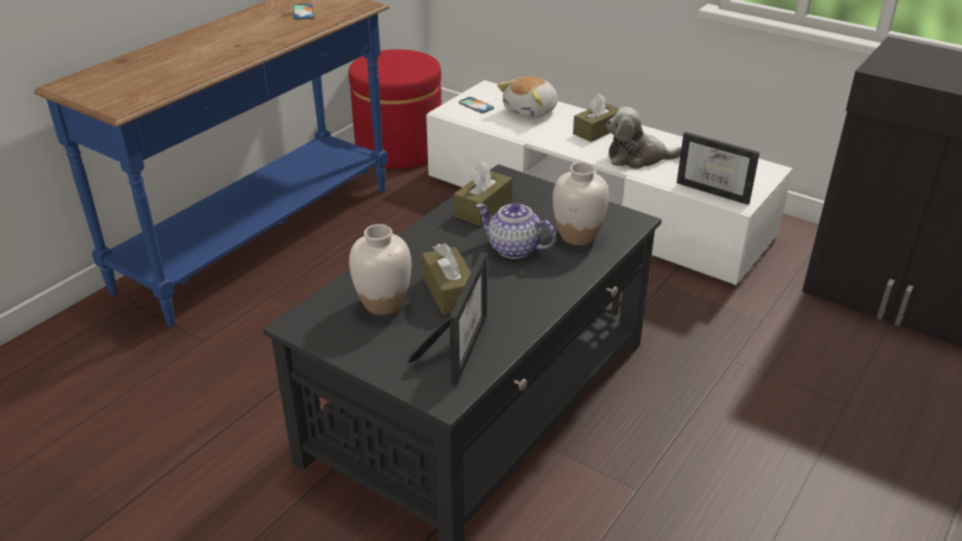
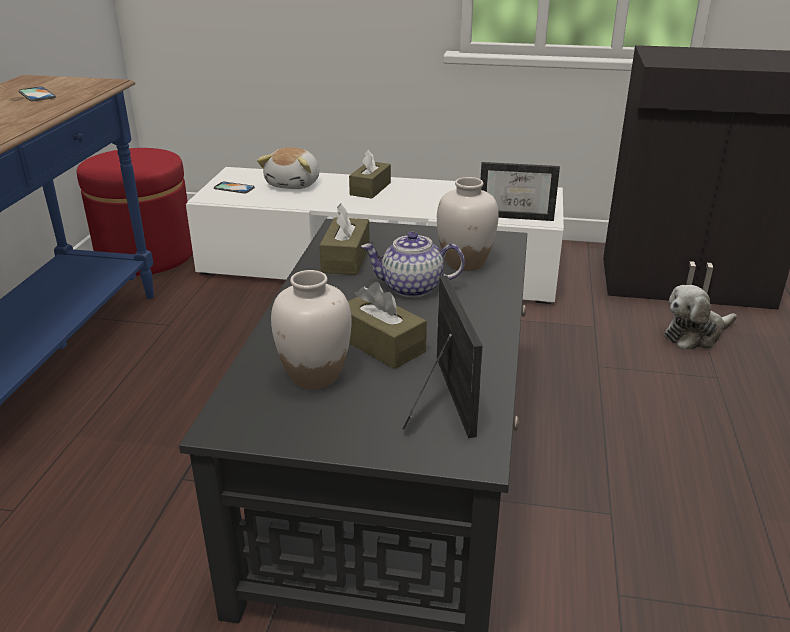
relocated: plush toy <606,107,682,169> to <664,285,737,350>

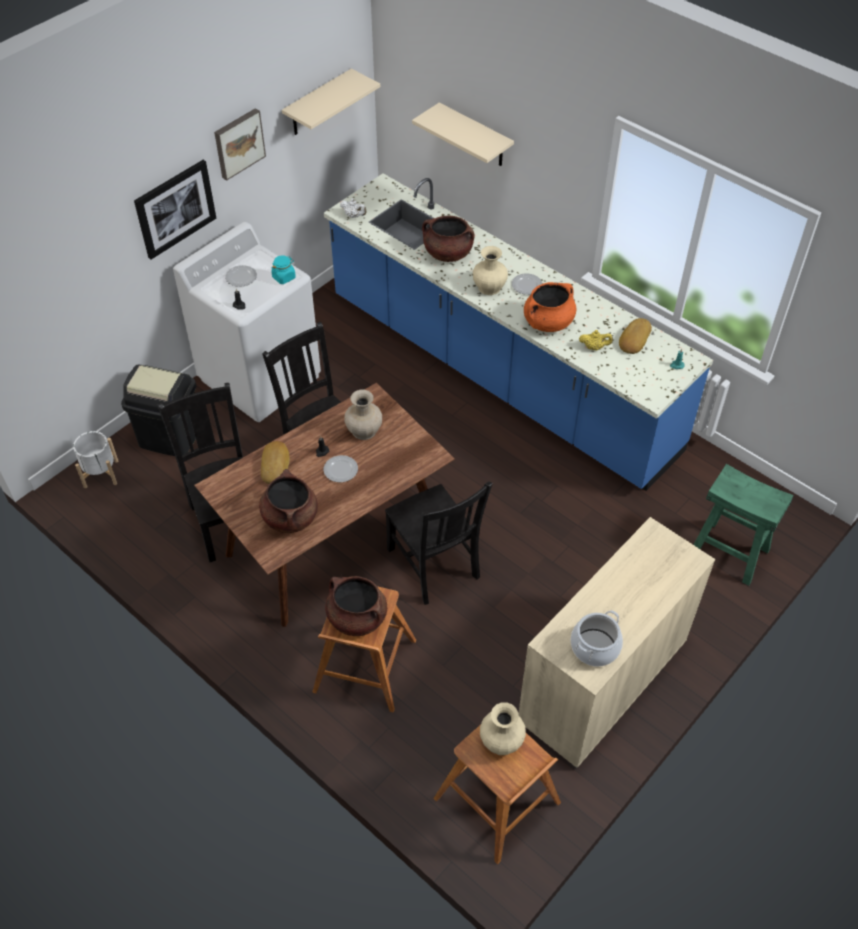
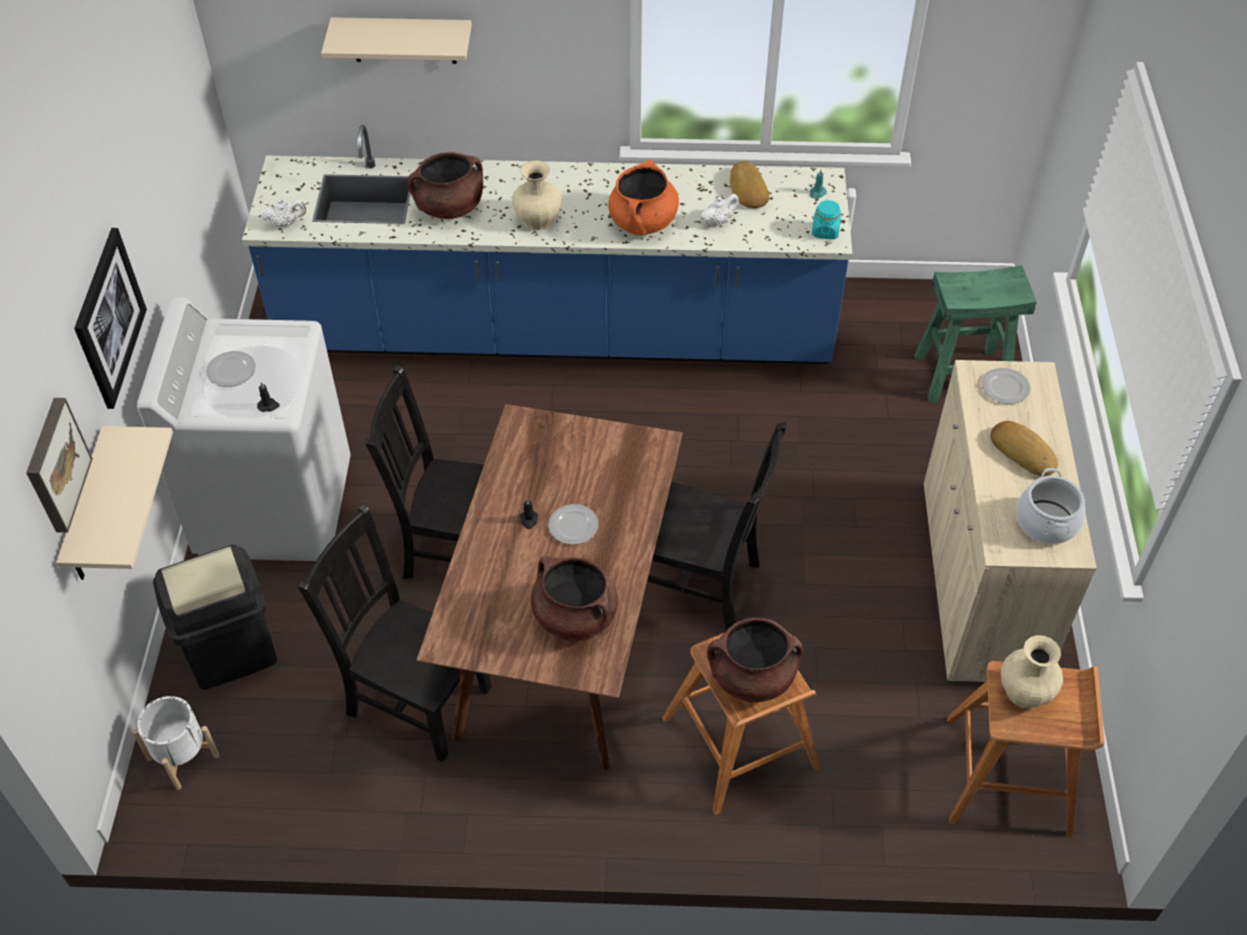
missing: beige vase <344,390,382,440>
relocated: picture <214,108,266,181> to <26,398,93,533>; beige shelf <282,69,380,135> to <56,426,173,580>; turquoise jar <271,255,296,284> to <812,200,841,239>; plate <512,273,543,295> to <982,368,1031,404>; bread <261,441,290,484> to <990,421,1058,476>
colour: yellow teapot <579,330,613,351> to white teapot <701,194,739,226>

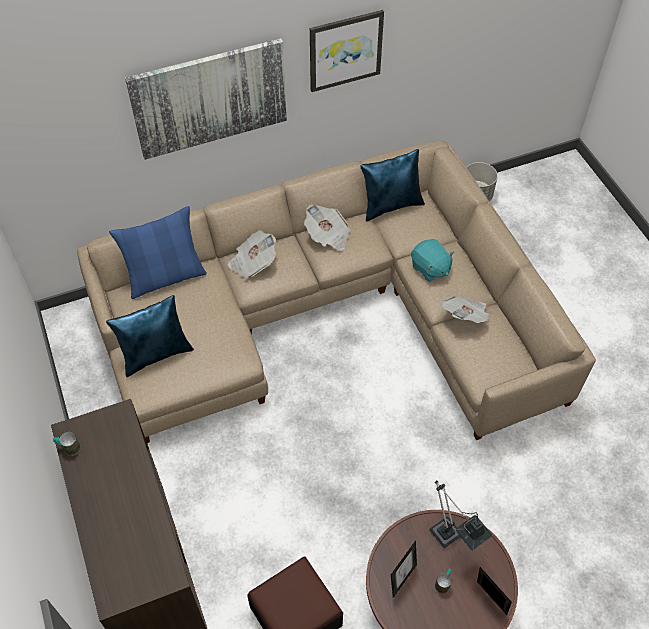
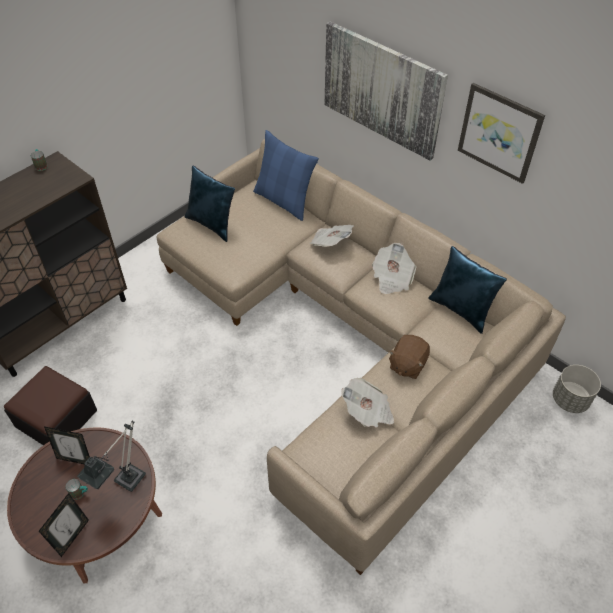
colour: turquoise plush toy <411,239,454,282> to brown plush toy <388,335,430,379>

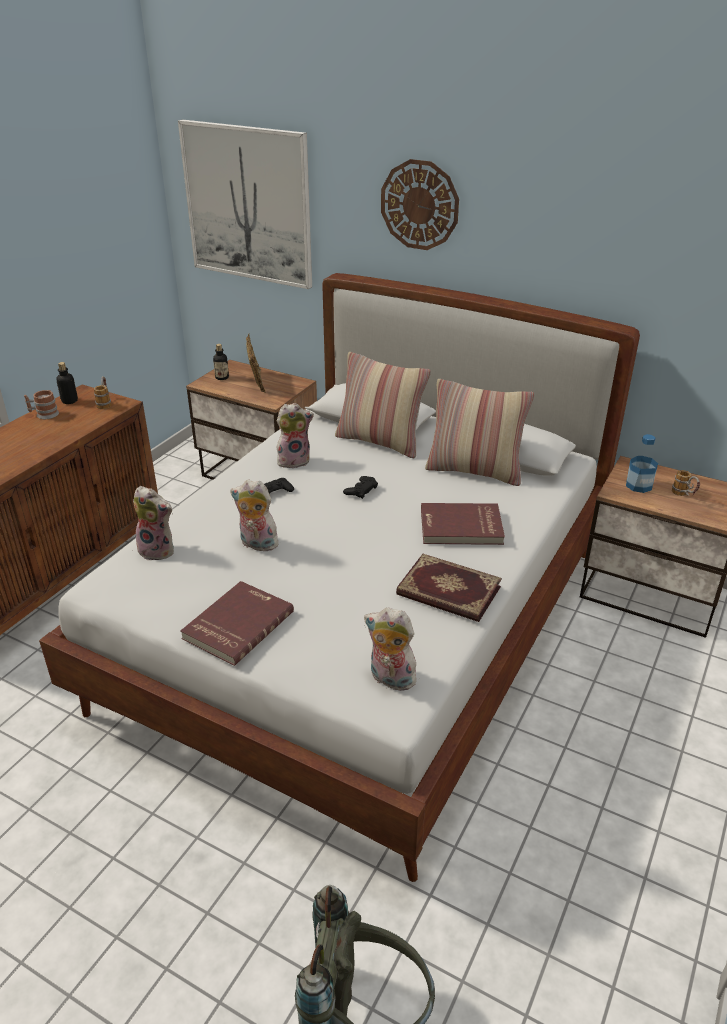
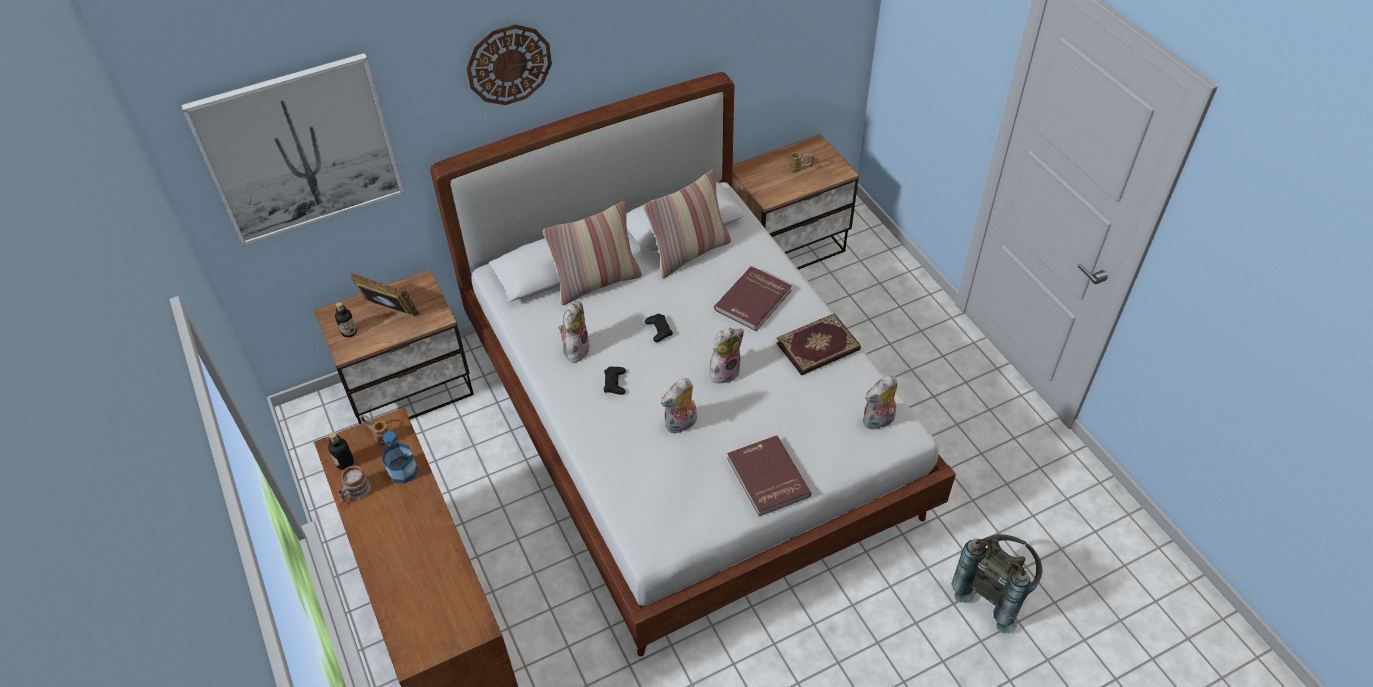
relocated: bottle <626,434,658,493> to <383,431,418,484>; plush toy <133,486,174,561> to <710,327,744,383>

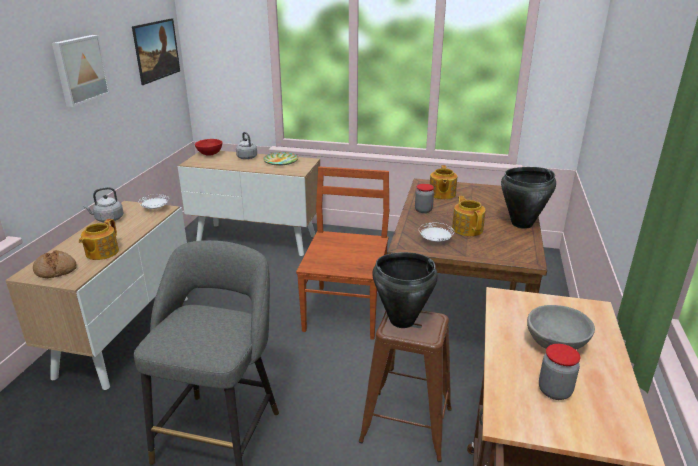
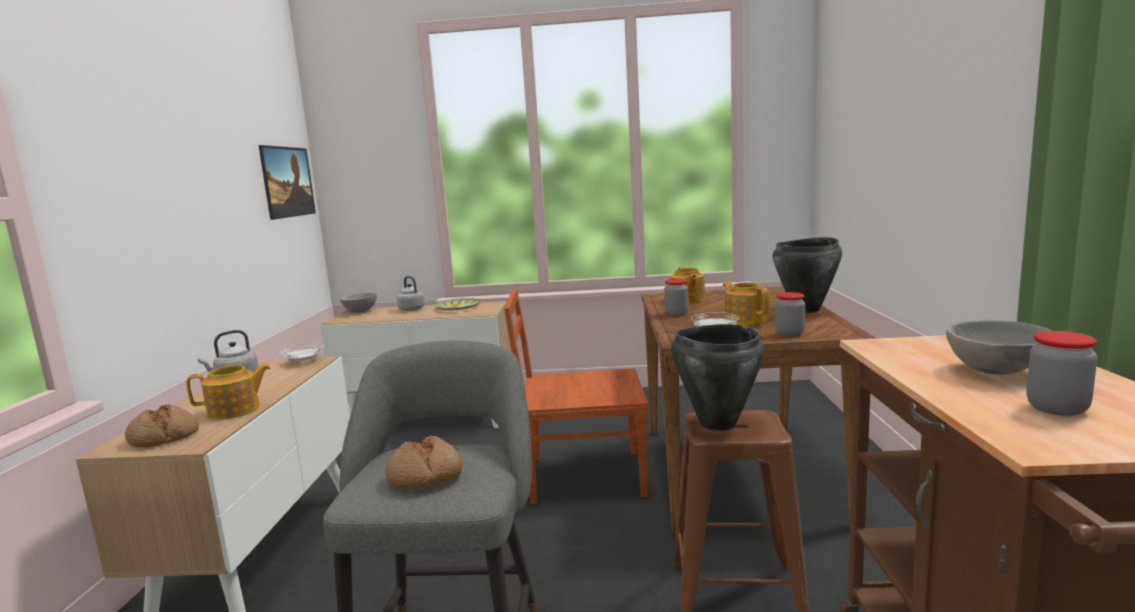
missing: picture <52,35,110,107>
appeared: bread <385,436,463,488>; jar <776,292,805,336>
colour: red bowl <195,139,222,156> to grey bowl <340,293,377,313>
spun: teapot <79,219,119,260> = <186,364,271,420> 120 degrees counterclockwise; brown chair <296,166,389,340> = <504,288,648,504> 90 degrees counterclockwise

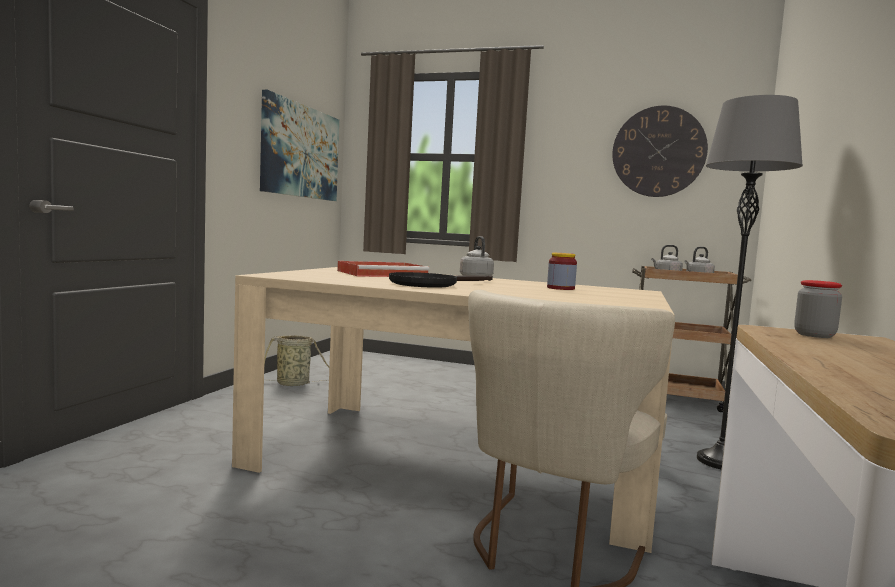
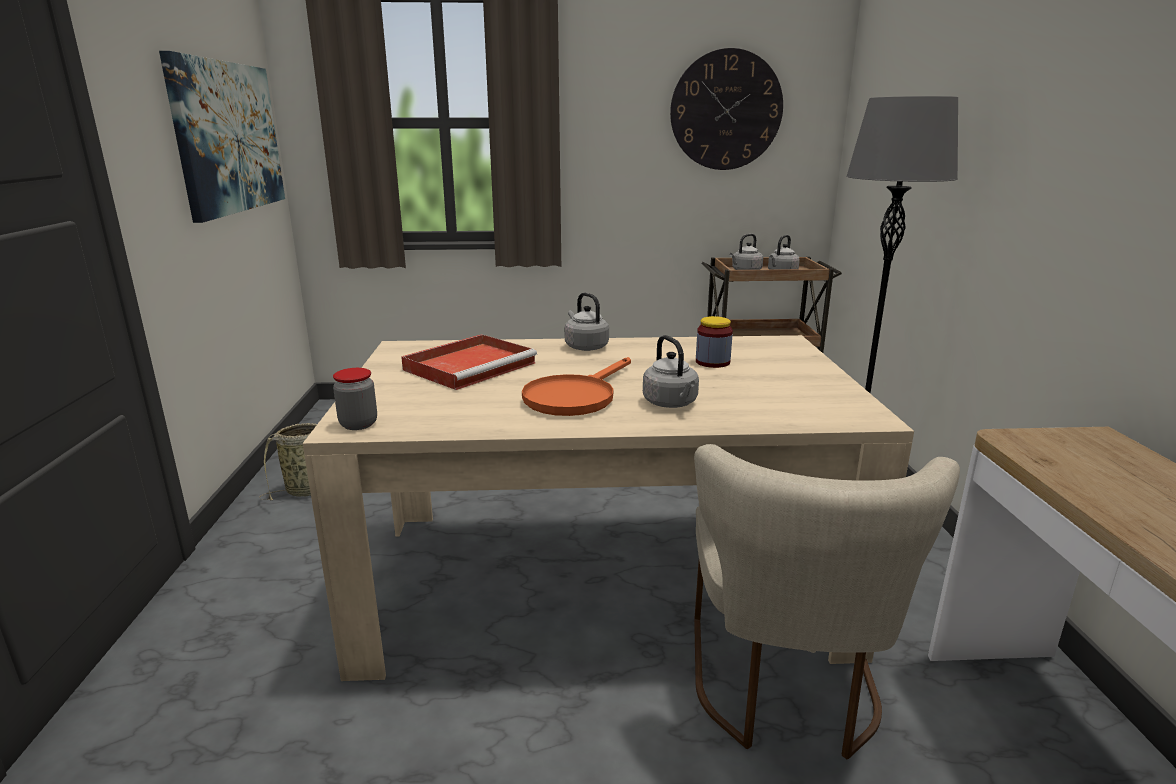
appeared: grey kettle <643,335,699,408>
relocated: jar <794,280,842,338> to <333,368,377,430>
colour: black frying pan <389,272,493,288> to orange frying pan <522,357,631,416>

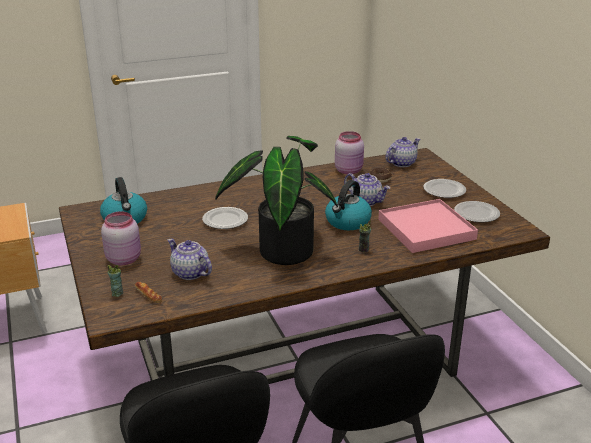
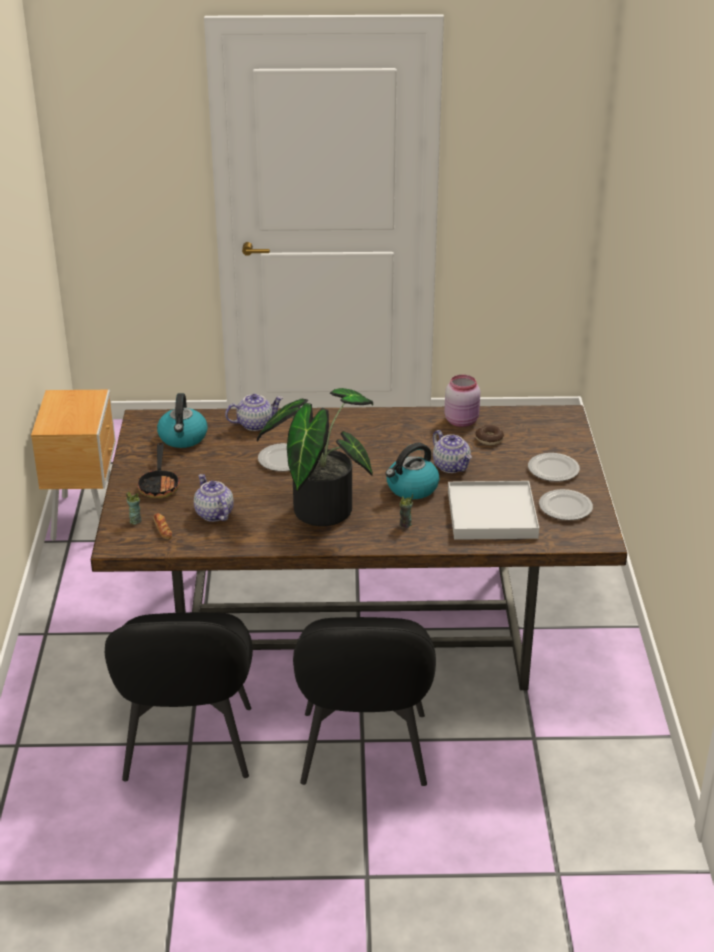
relocated: teapot <385,137,420,167> to <225,394,283,431>
exchanged: pink jar <101,211,141,265> to frying pan <137,443,180,498>
colour: pink tray <378,199,478,253> to white tray <448,481,539,540>

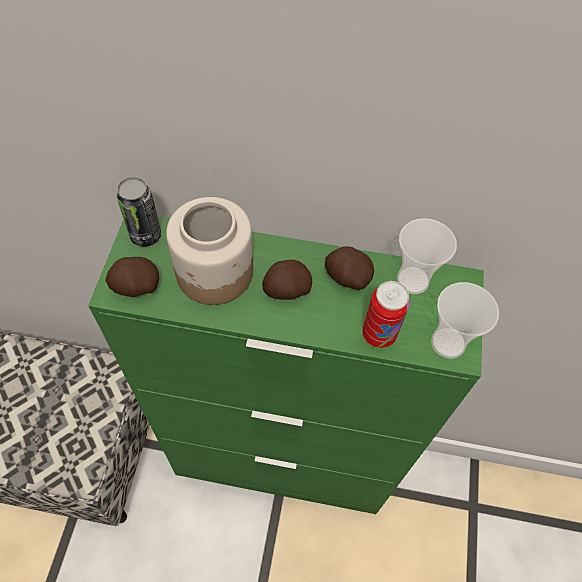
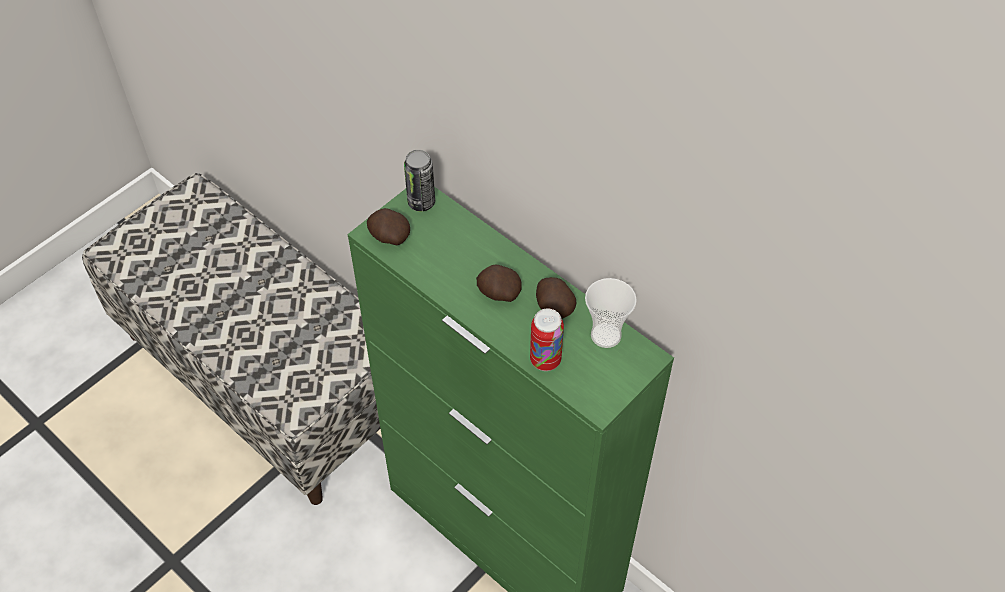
missing: jar <166,197,253,305>; cup <431,282,499,359>

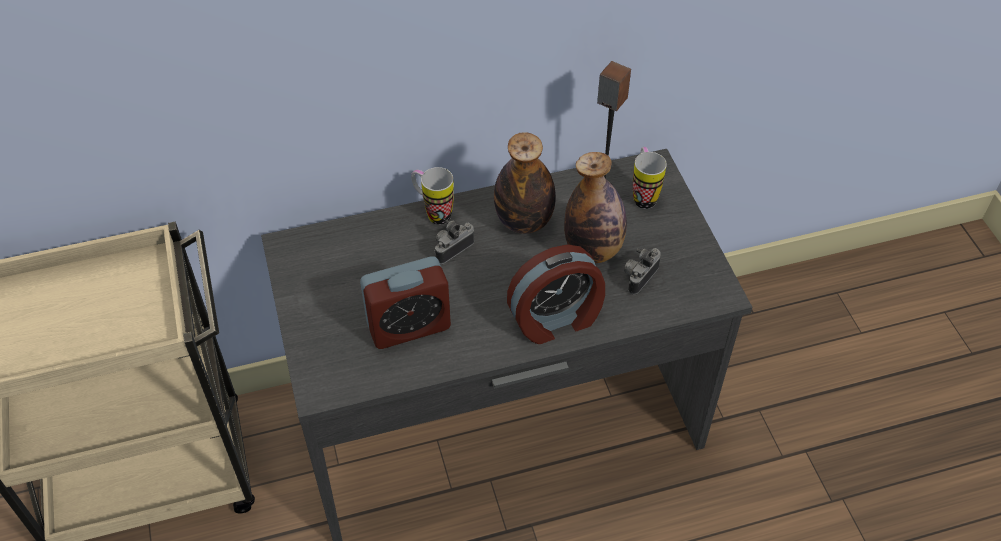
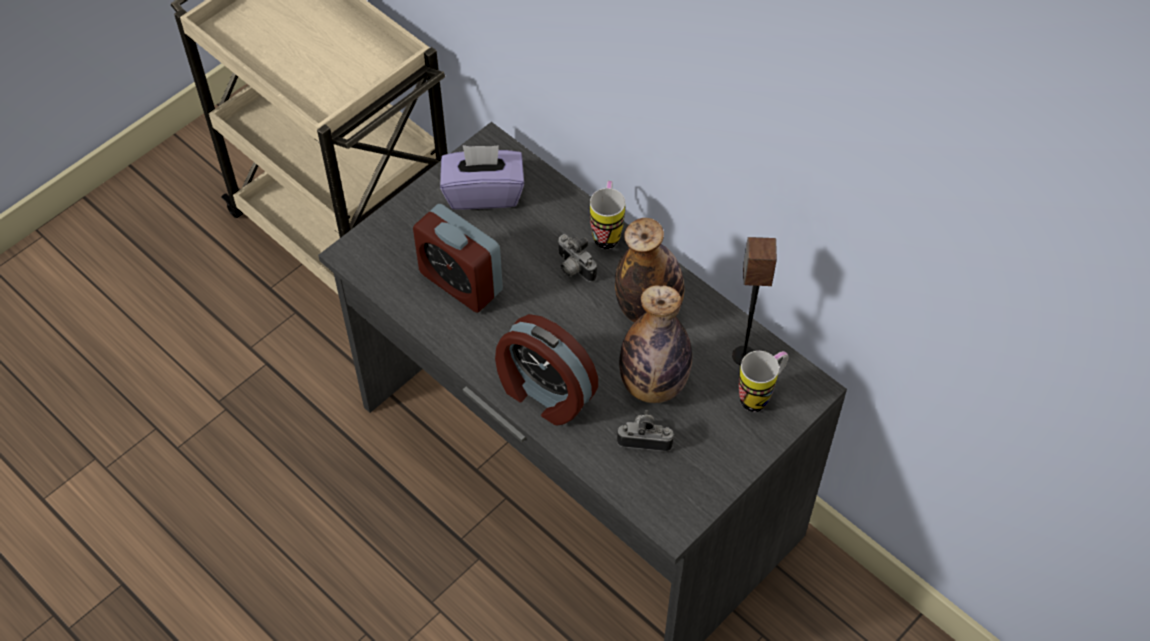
appeared: purple tissue box <440,145,524,210>
spun: photo camera <434,220,474,264> = <557,234,597,282> 150 degrees counterclockwise

